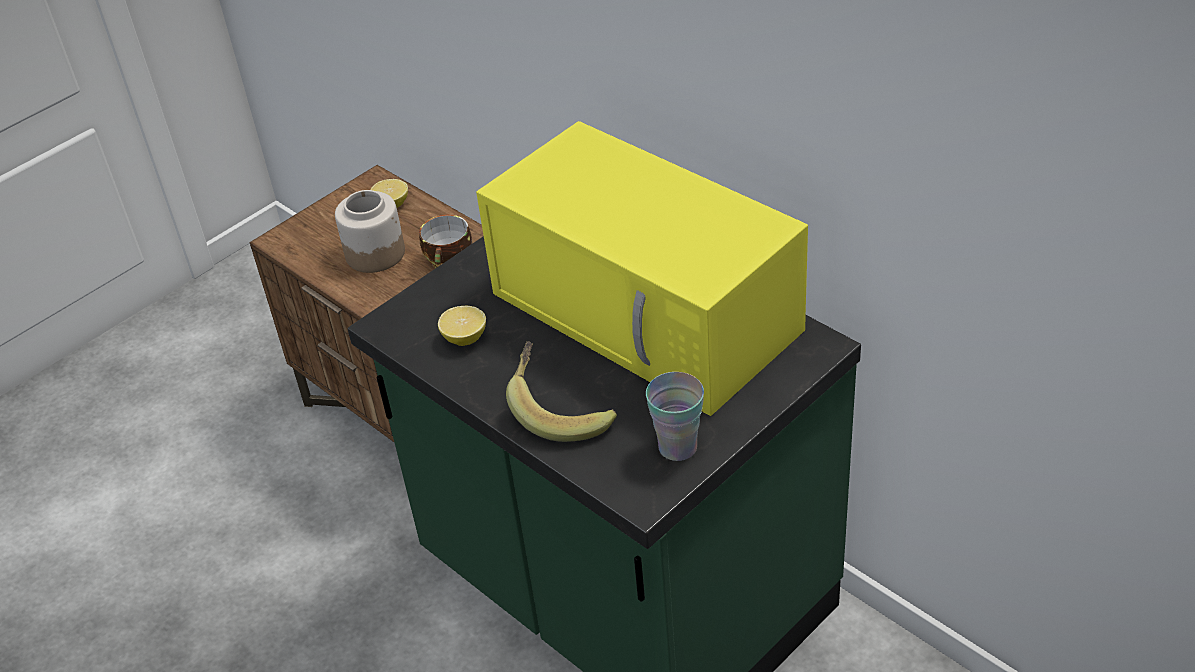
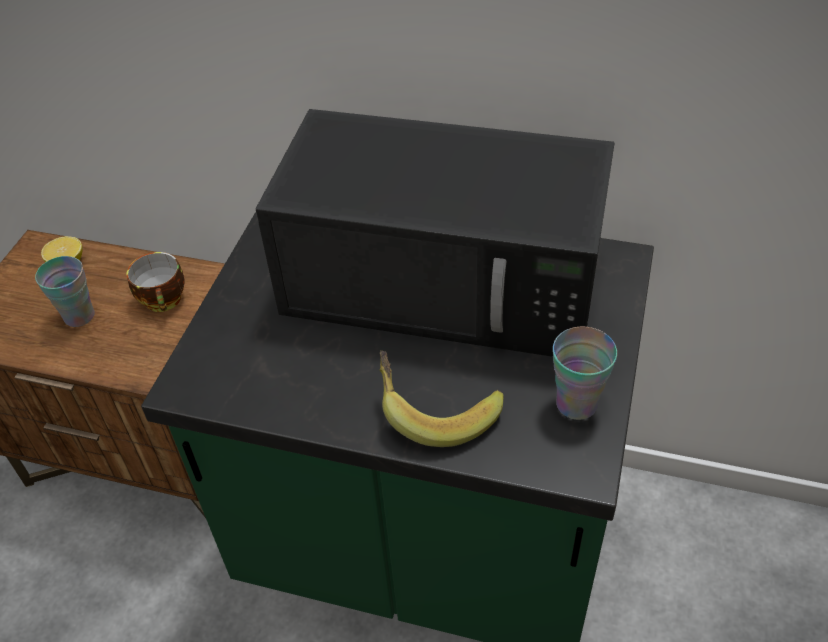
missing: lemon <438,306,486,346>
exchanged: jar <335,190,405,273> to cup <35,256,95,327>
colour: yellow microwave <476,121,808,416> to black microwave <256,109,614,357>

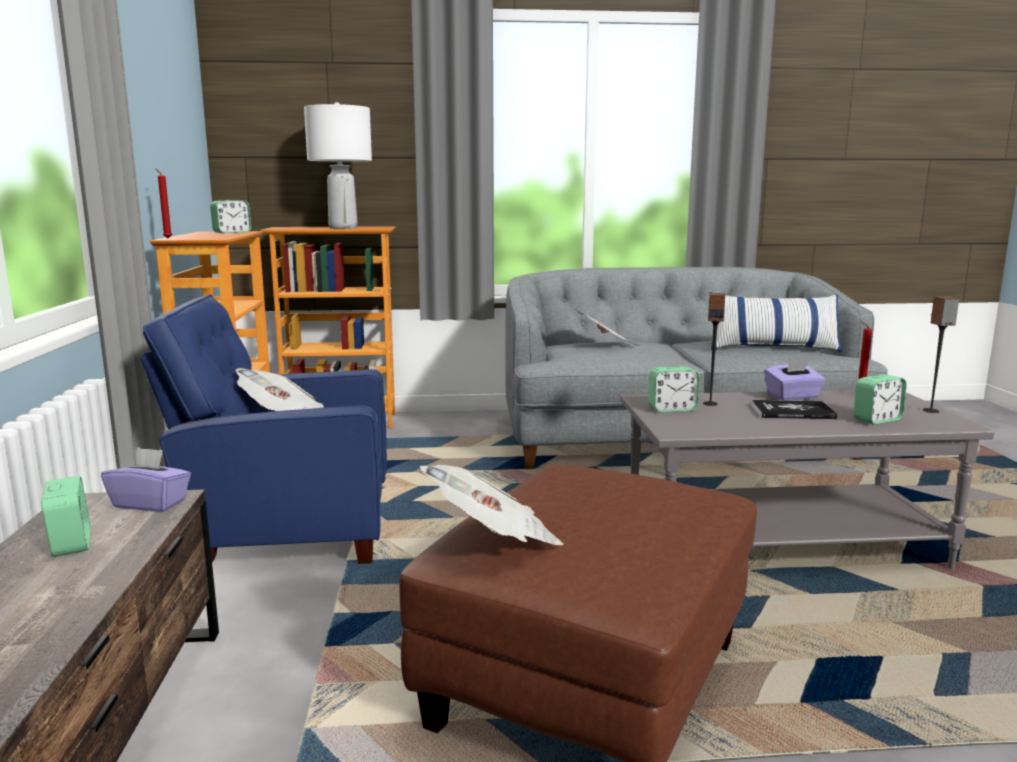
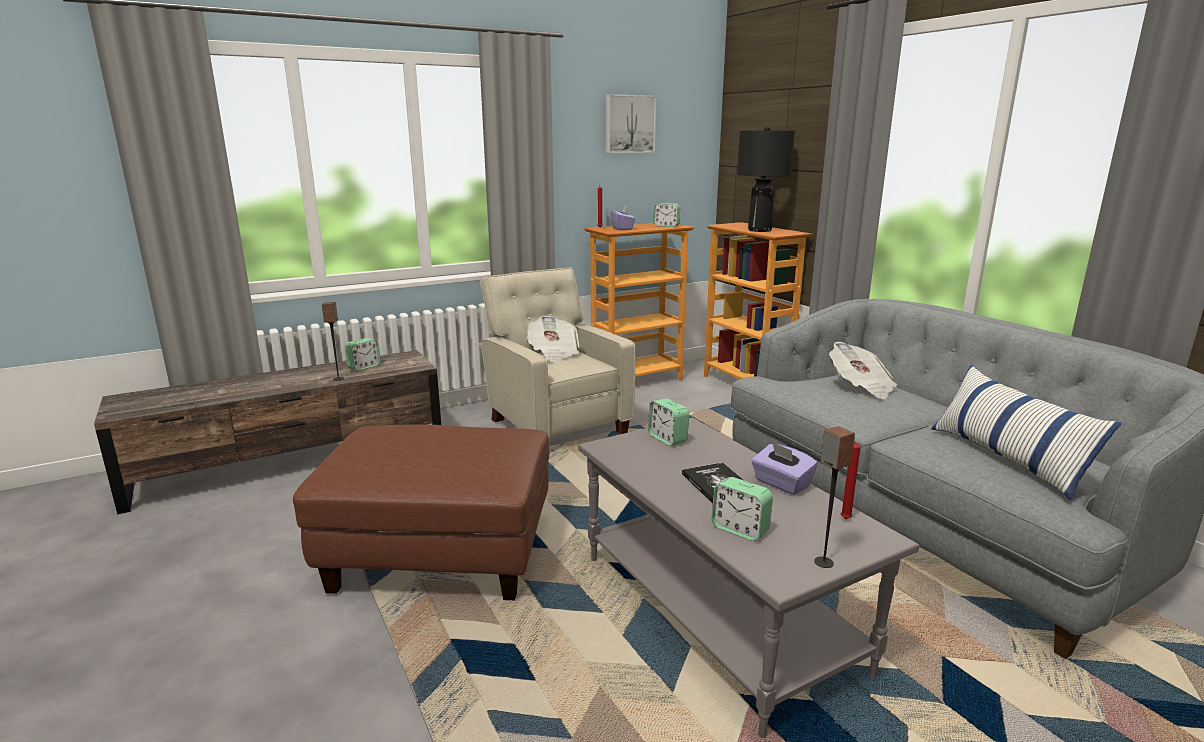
missing: newspaper <420,465,564,545>
appeared: picture <606,94,656,153>
relocated: speaker <703,293,725,406> to <322,302,344,381>; purple tissue box <101,447,191,512> to <611,205,635,230>
colour: blue armchair <141,294,387,564> to beige armchair <480,267,635,439>; white table lamp <304,102,372,229> to black table lamp <737,126,795,232>

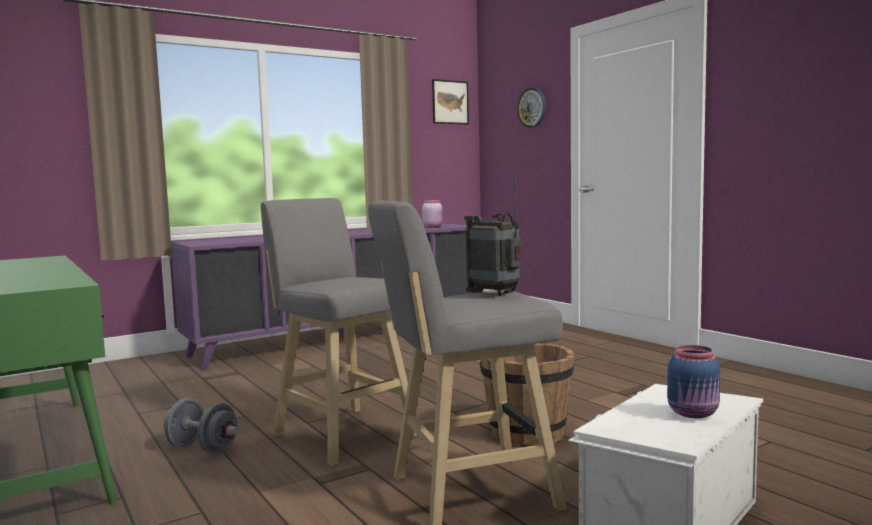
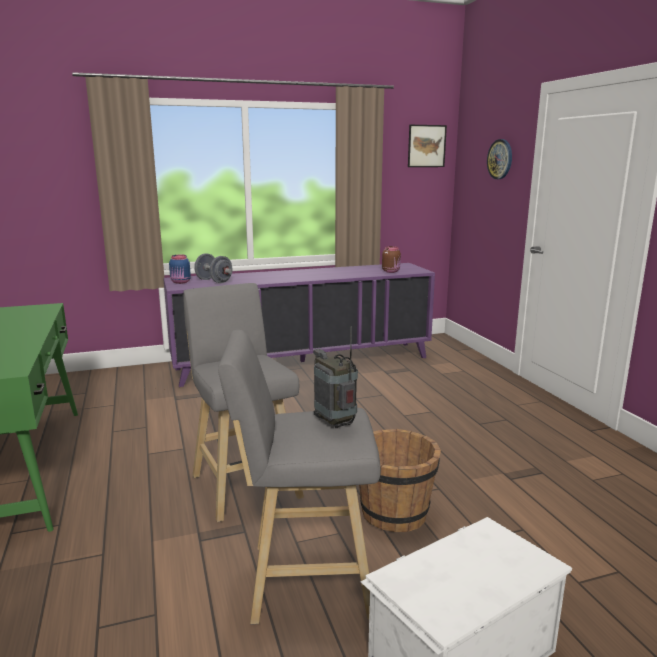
relocated: blue jar <667,345,720,418> to <169,255,191,284>; grey dumbbell <164,398,239,453> to <194,253,233,283>
colour: pink jar <422,200,443,228> to brown jar <382,246,401,273>

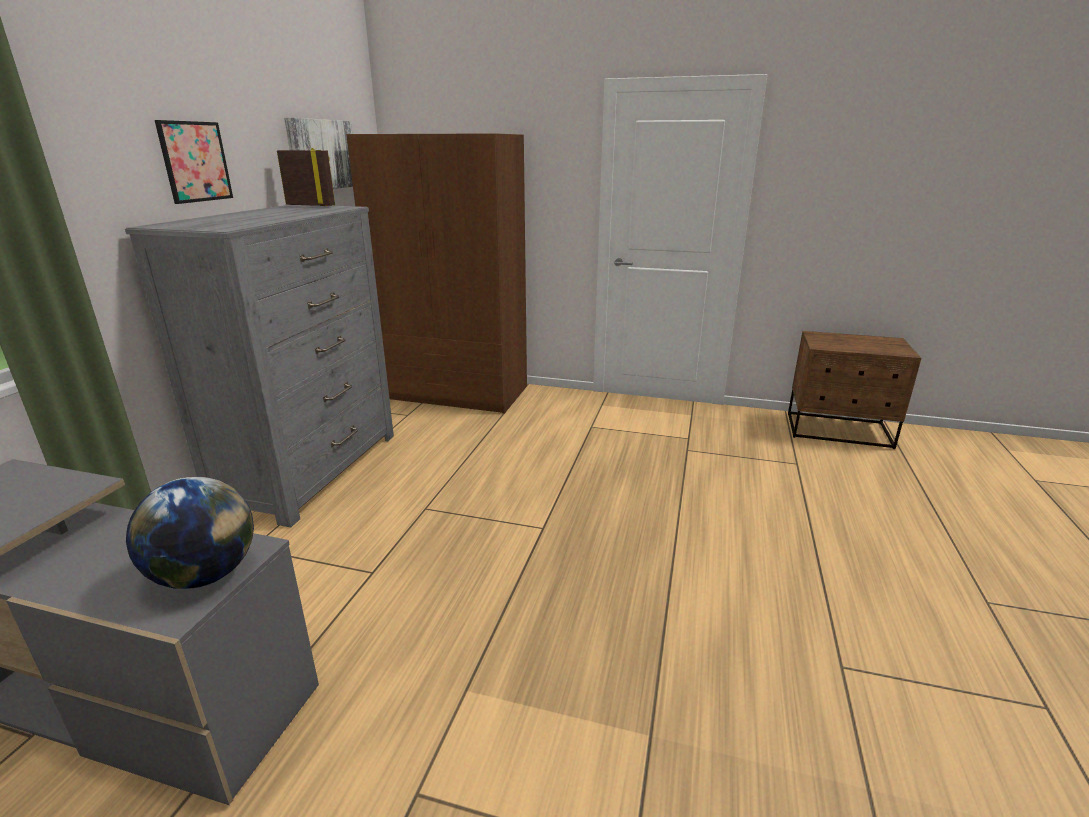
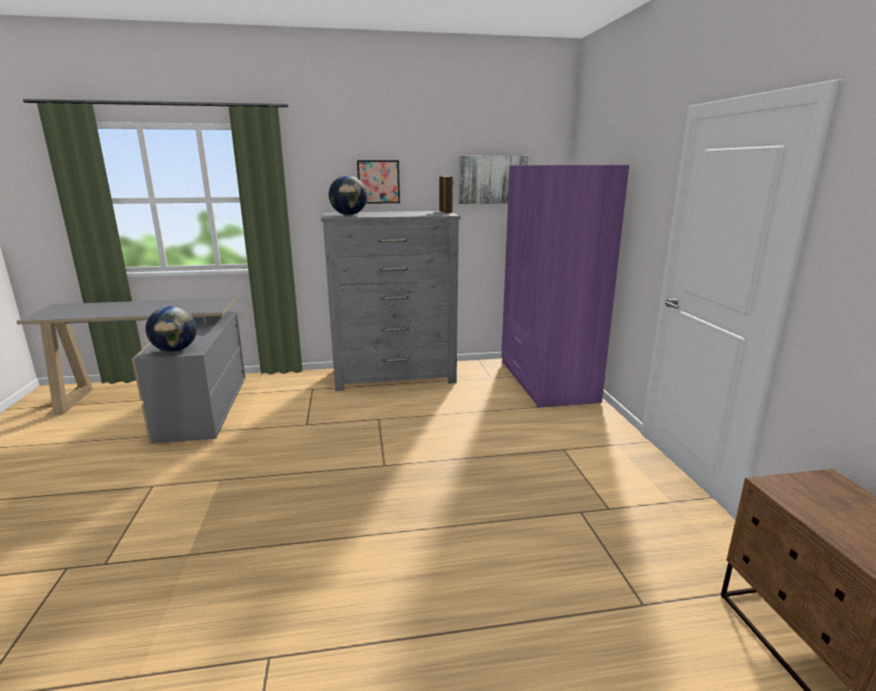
appeared: globe <329,176,367,215>
colour: brown wardrobe <346,133,527,414> to purple wardrobe <501,165,629,407>

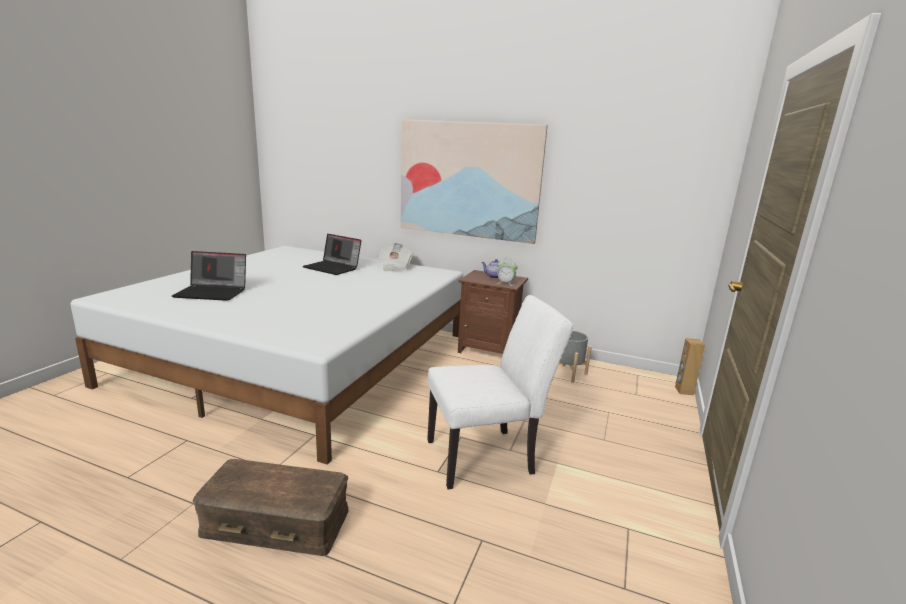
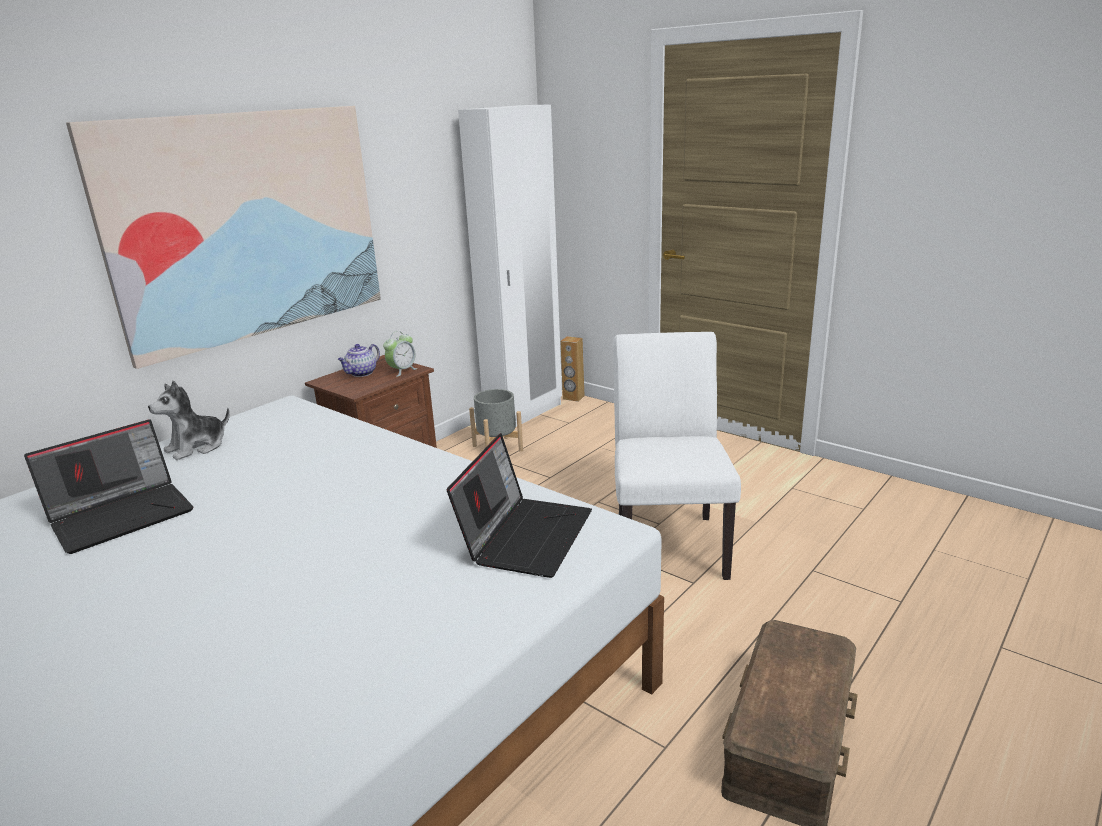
appeared: white wardrobe <458,104,562,427>
relocated: laptop <172,251,246,301> to <447,433,592,578>
exchanged: newspaper <378,243,413,271> to plush toy <148,380,230,460>

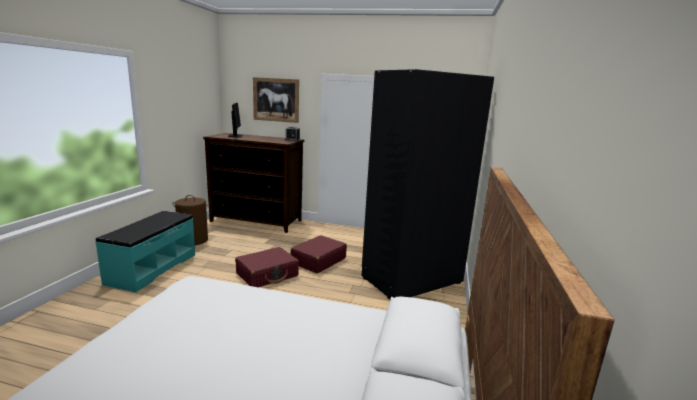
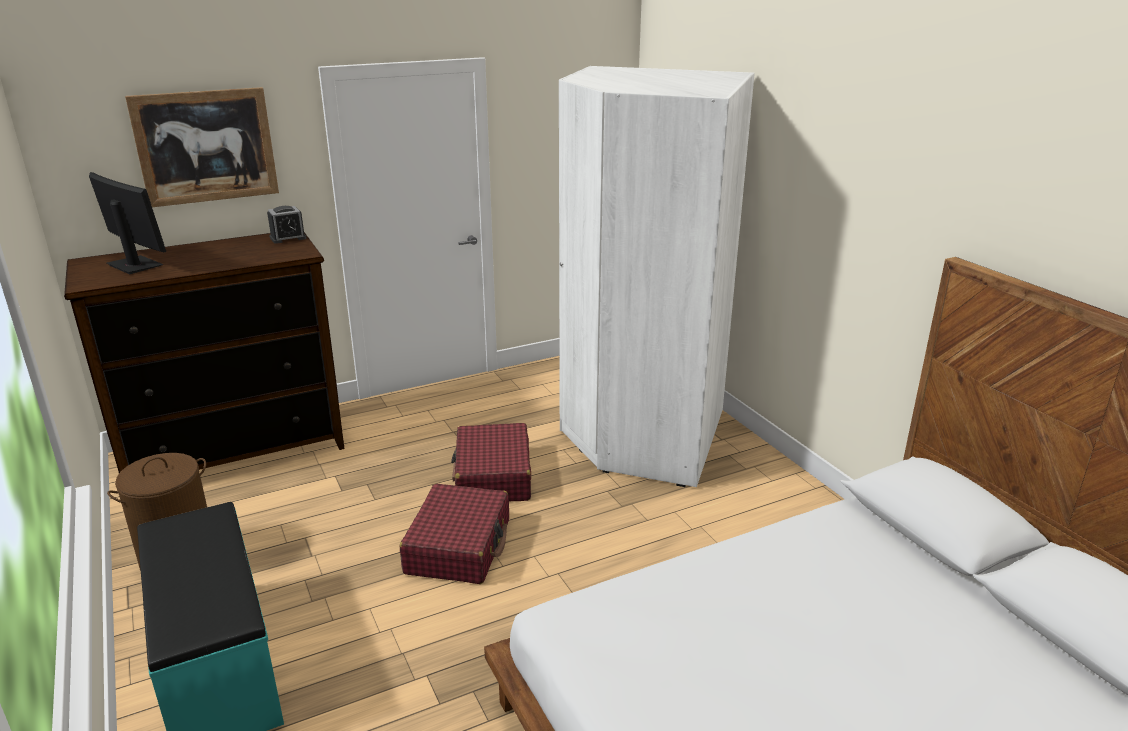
colour: black wardrobe <361,69,494,300> to white wardrobe <559,66,755,487>

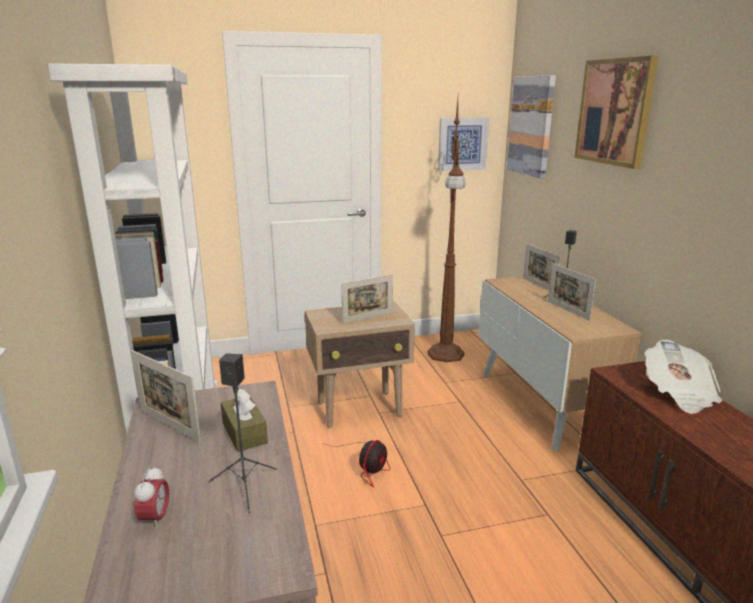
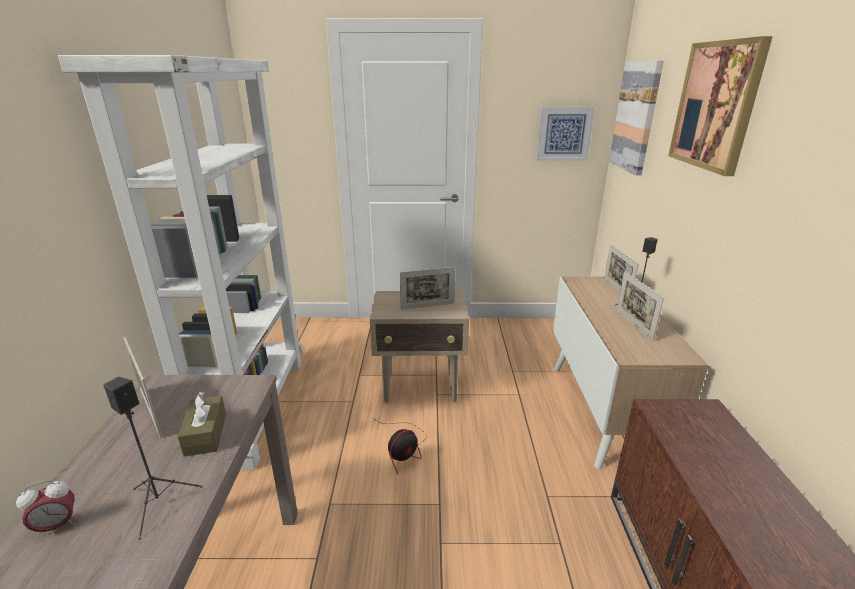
missing: brown floor lamp <427,99,466,362>; newspaper <645,340,722,414>
spun: alarm clock <134,465,169,530> = <16,480,75,537> 45 degrees clockwise

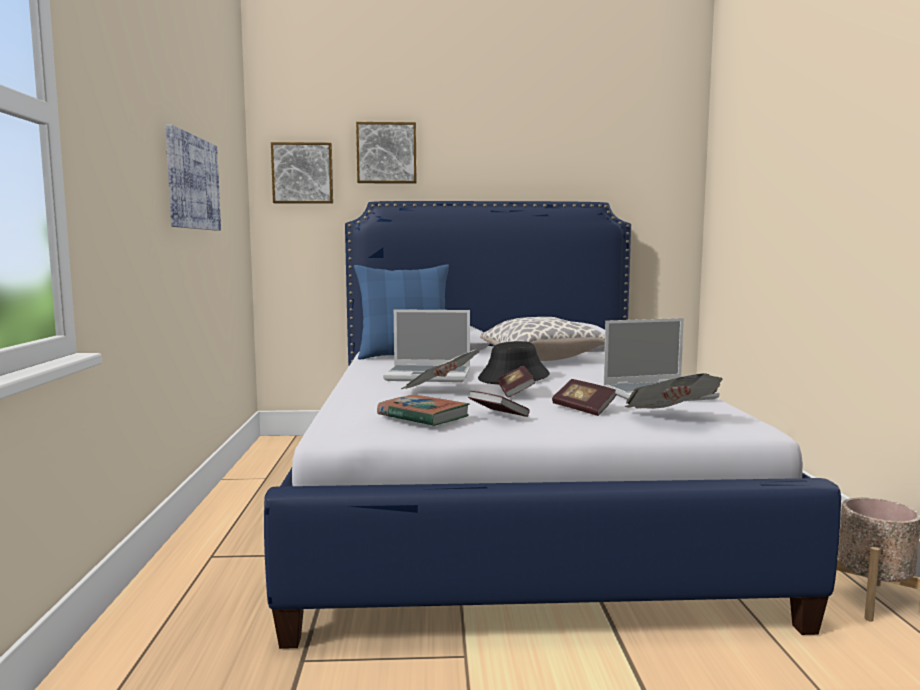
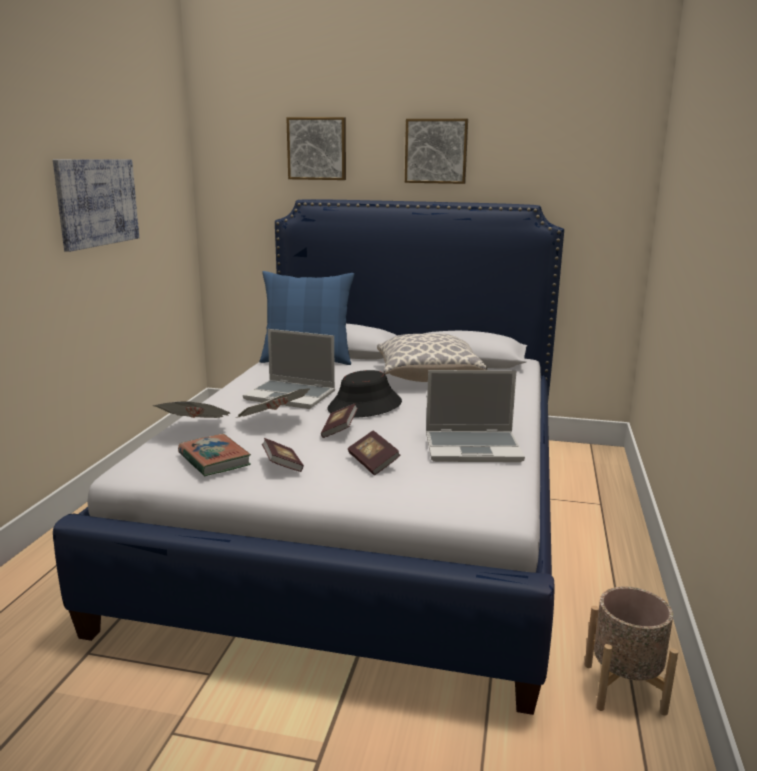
relocated: newspaper <625,373,723,409> to <153,401,231,418>; picture <271,142,333,204> to <405,119,468,184>

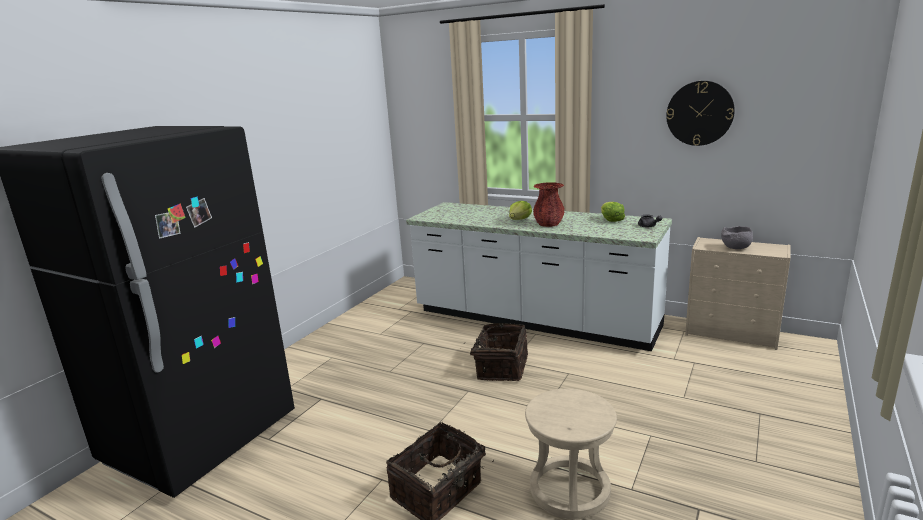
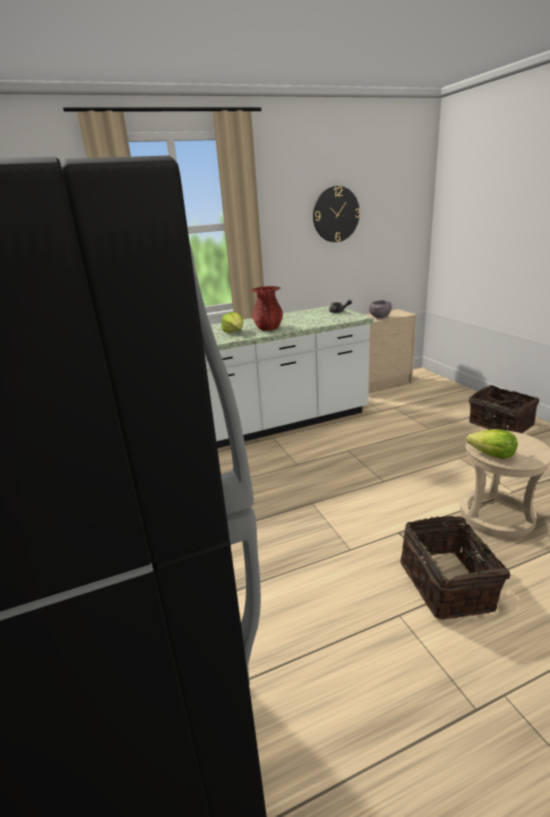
relocated: lettuce <601,202,625,222> to <466,429,518,459>; basket <470,323,528,381> to <469,385,539,433>

